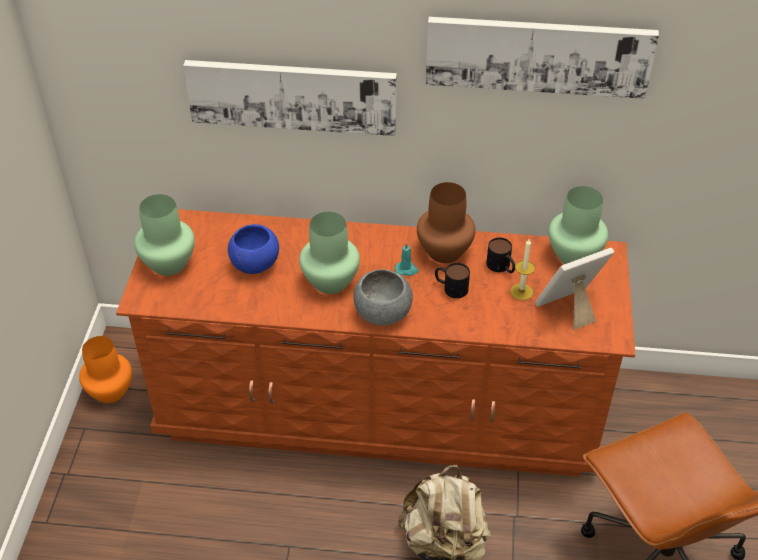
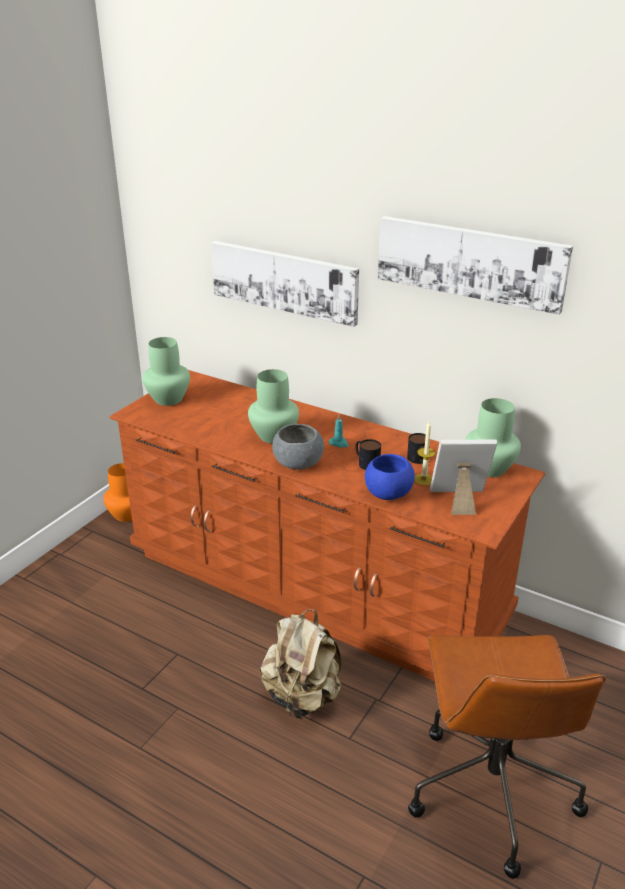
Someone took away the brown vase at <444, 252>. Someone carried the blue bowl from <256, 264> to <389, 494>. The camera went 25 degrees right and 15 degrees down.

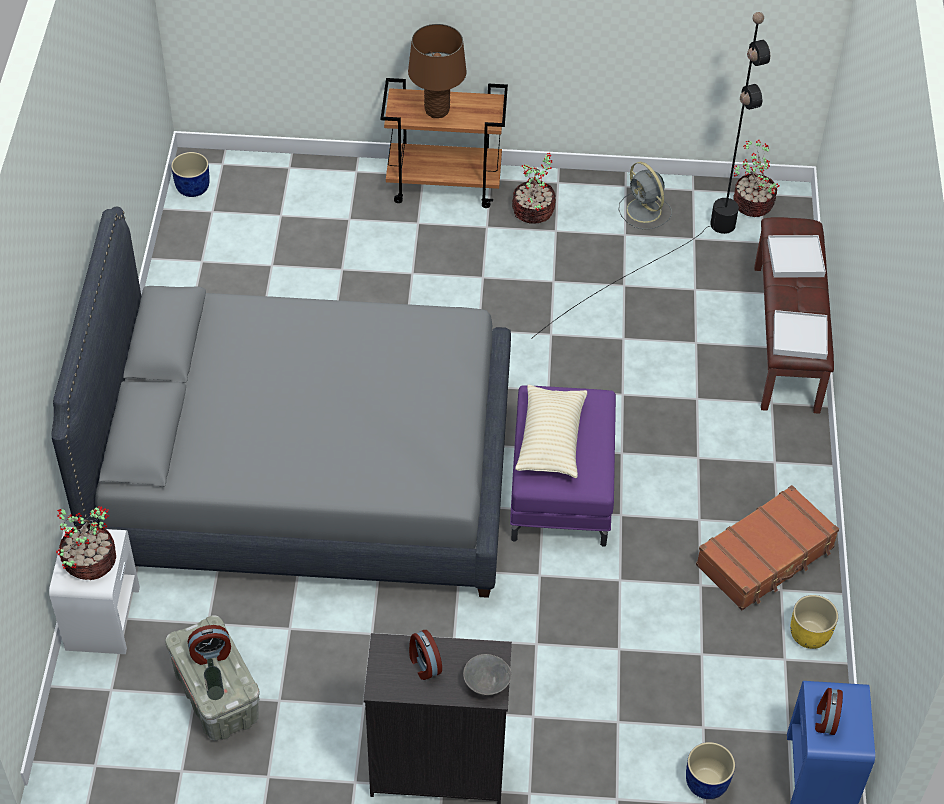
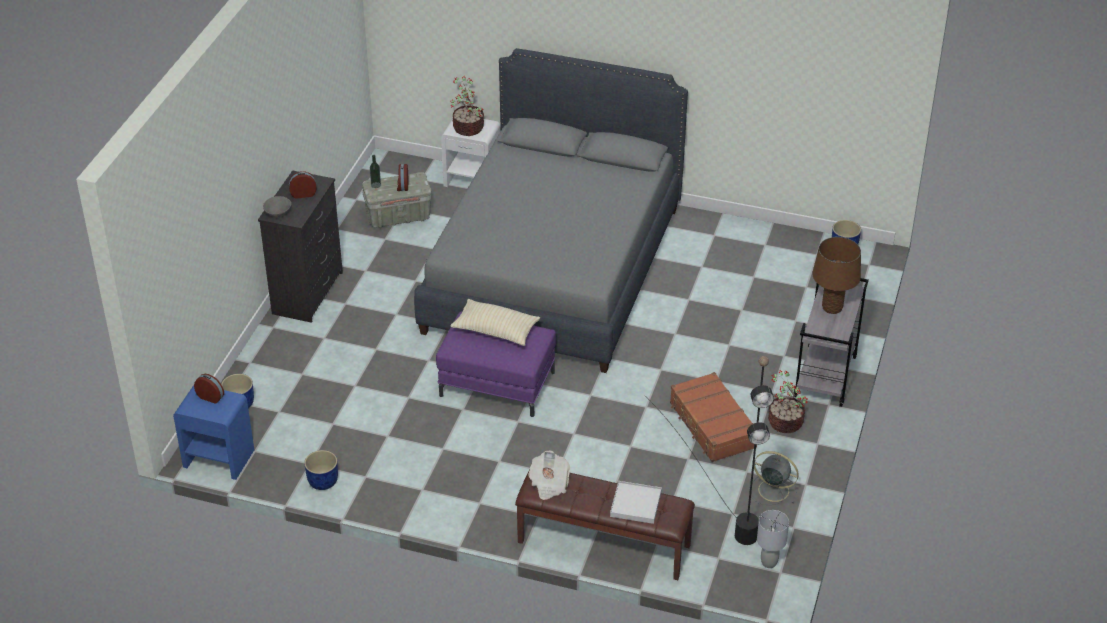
Someone carried the brown suitcase from <766, 557> to <712, 426>. Someone swapped the potted plant at <752, 203> for the grey table lamp at <769, 563>. Someone swapped the white tray at <799, 337> for the newspaper at <549, 484>. Someone repainted the brown cart at <445, 184>, which became the grey cart at <825, 377>. Someone repainted the yellow planter at <809, 634>, which became the blue planter at <323, 481>. Someone rotated the grey fan at <645, 211> by 45 degrees clockwise. The camera went 105 degrees right and 10 degrees down.

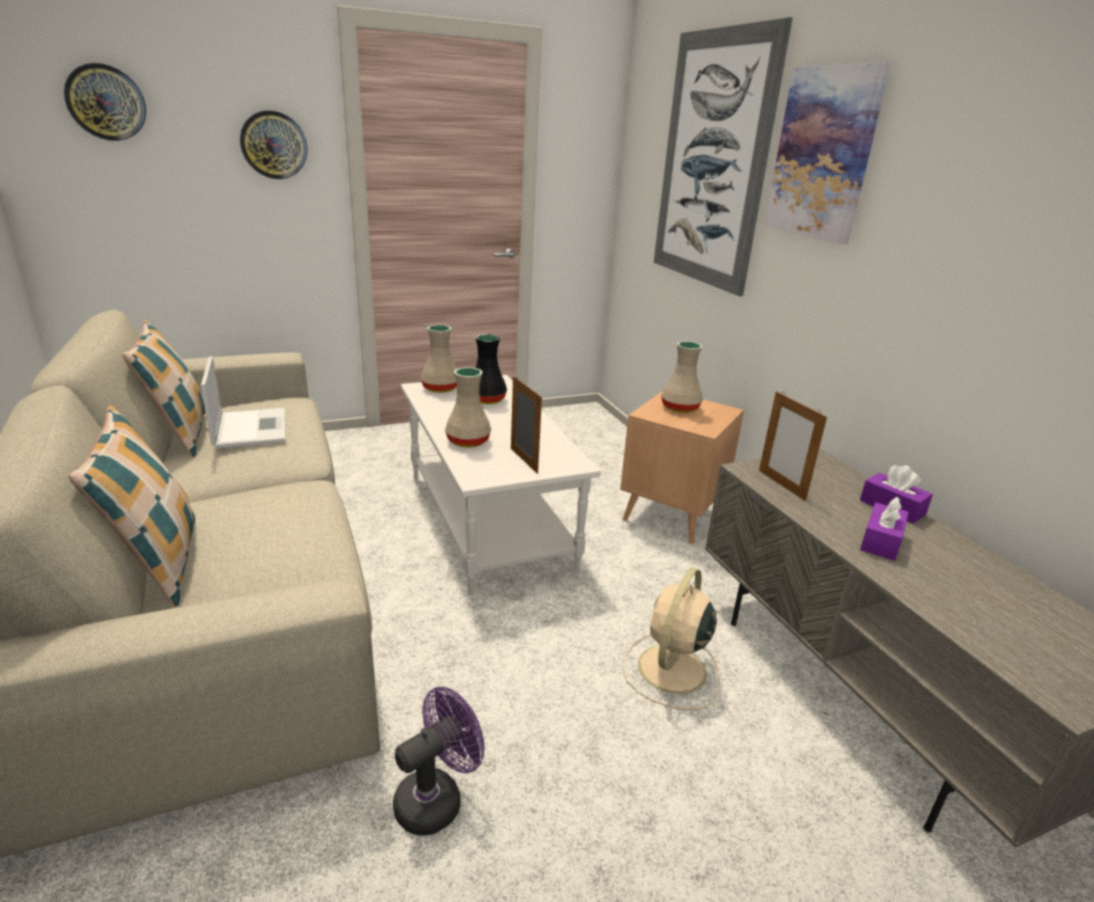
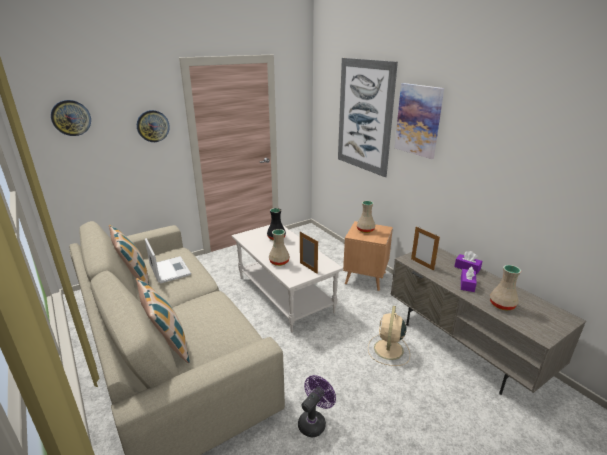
Someone carried the beige vase from <441, 388> to <502, 305>. The camera went 10 degrees left and 0 degrees up.

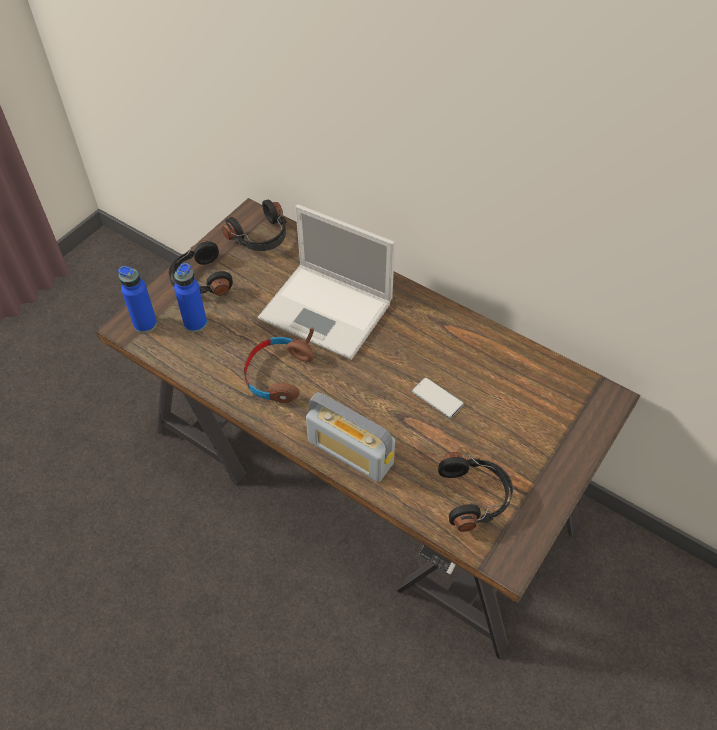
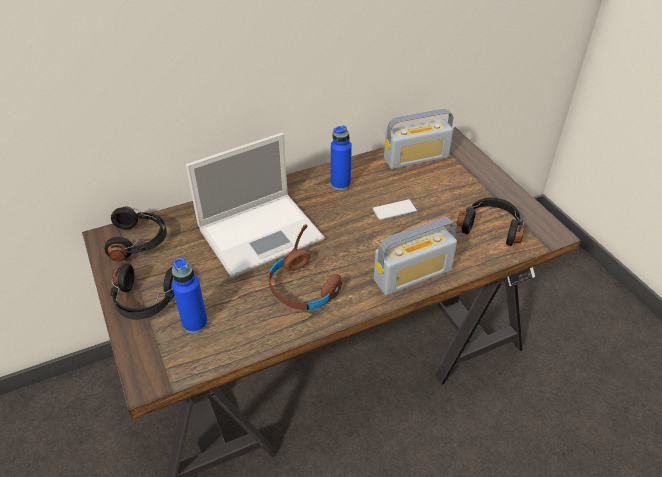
Someone put down the radio at <416, 158>. Someone carried the blue bottle from <145, 324> to <340, 184>. The camera went 60 degrees left and 10 degrees down.

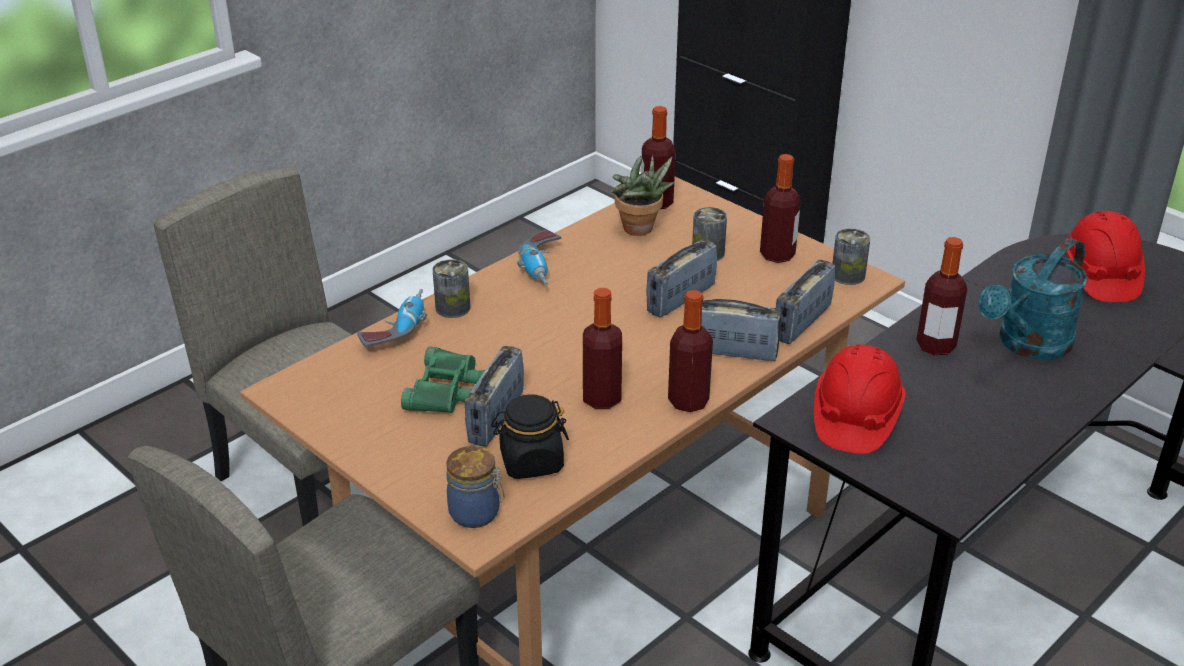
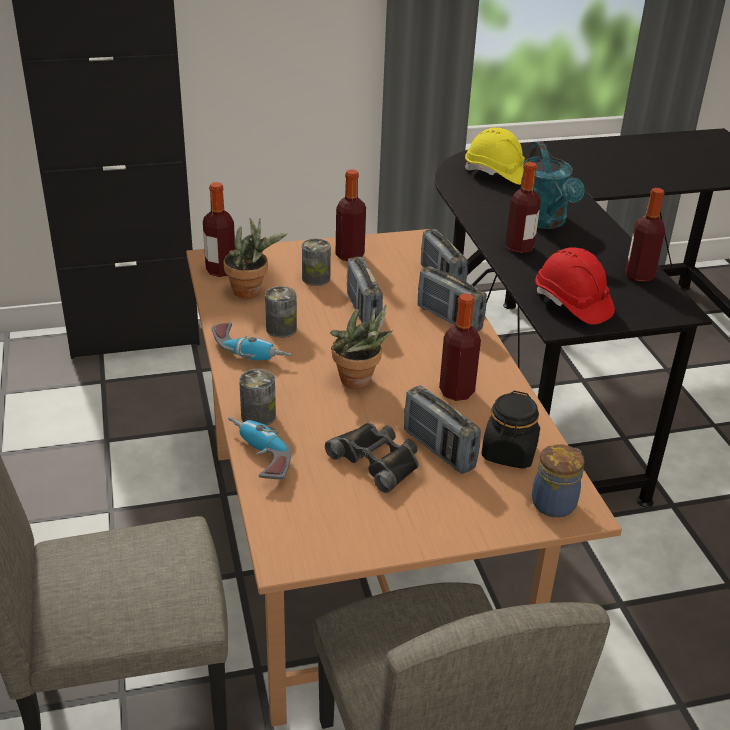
Someone put down the potted plant at <359, 382>. Someone carried the bottle from <688, 401> to <639, 275>. Someone carried the can from <848, 275> to <281, 329>. Someone repainted the green binoculars at <447, 390>, which became the black binoculars at <377, 460>. Someone repainted the red hard hat at <1099, 276>, which became the yellow hard hat at <496, 174>. Someone rotated the radio at <731, 352> by 90 degrees counterclockwise. The camera went 60 degrees left and 0 degrees up.

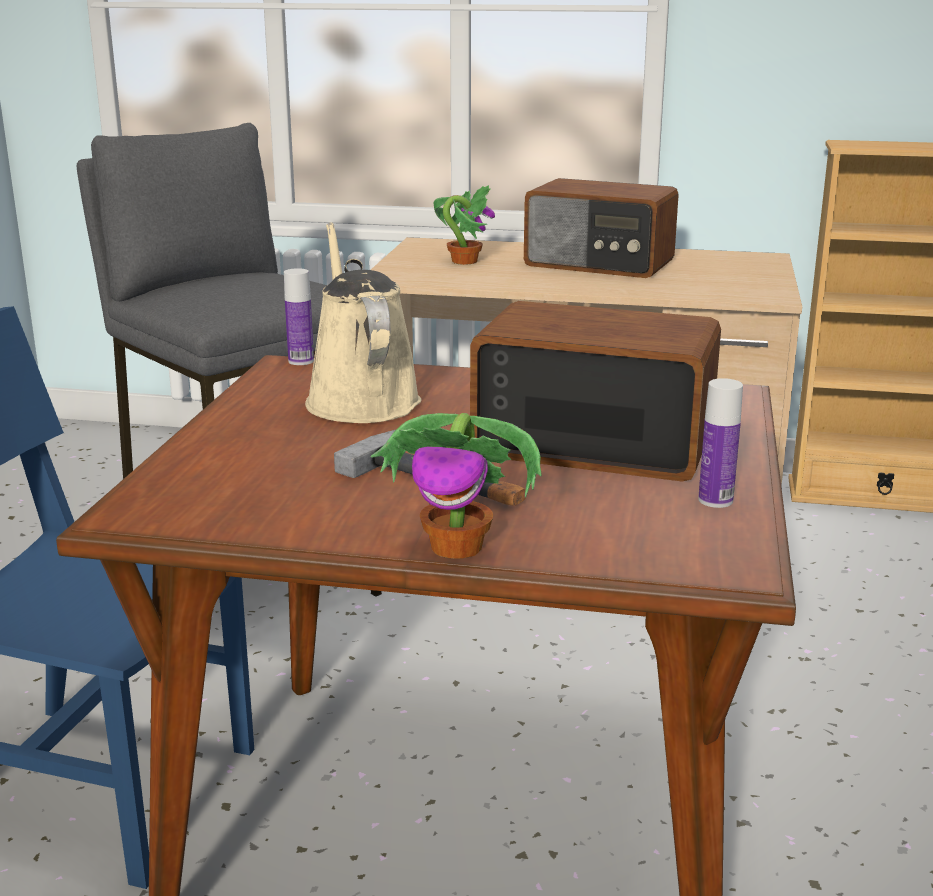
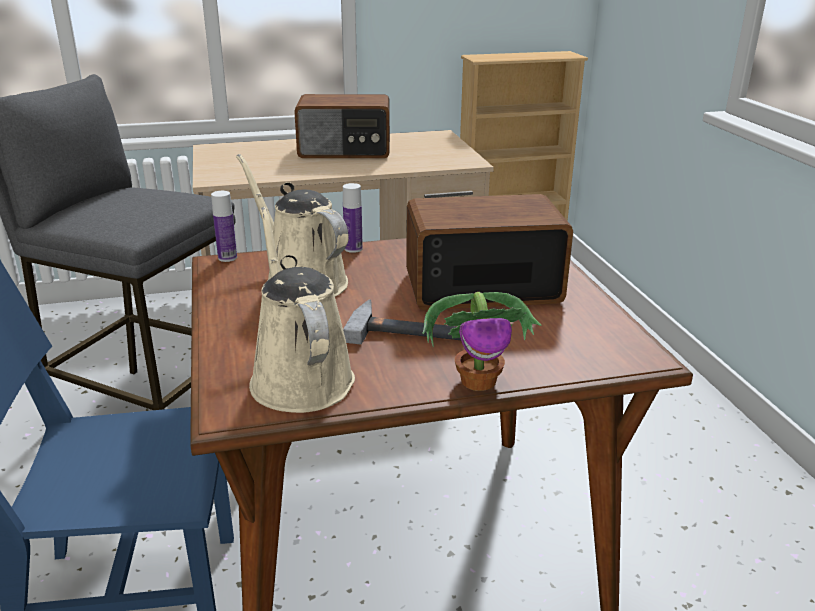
Someone took away the potted plant at <463, 261>. Someone put down the beige watering can at <299, 376>. Someone carried the bottle from <715, 500> to <353, 249>. The camera went 25 degrees left and 5 degrees up.

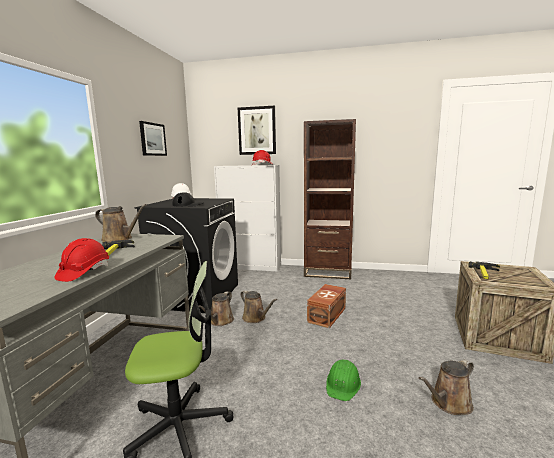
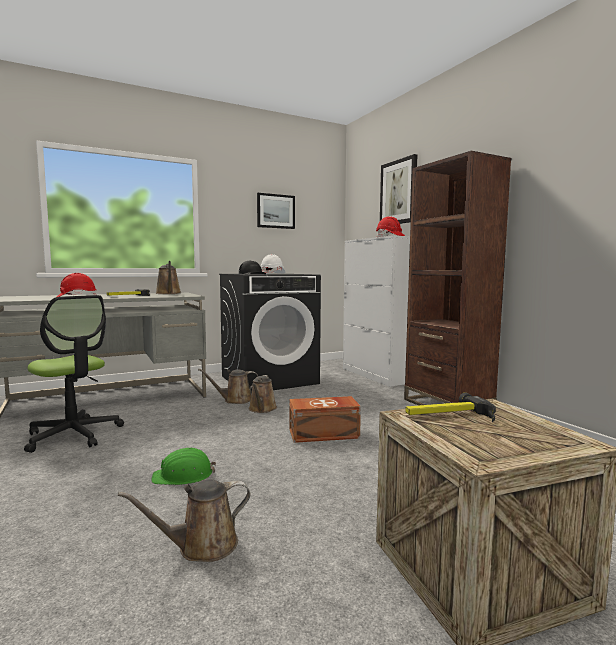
Someone rotated the brown watering can at <448, 403> by 45 degrees counterclockwise. The camera went 50 degrees right and 5 degrees down.

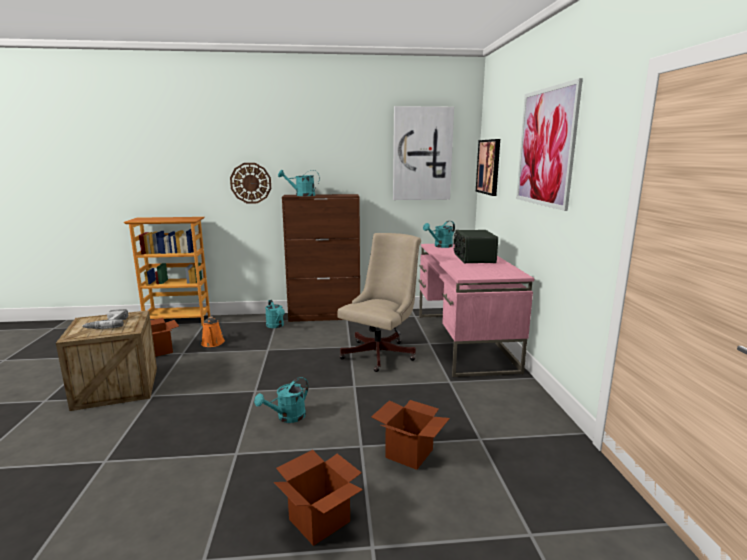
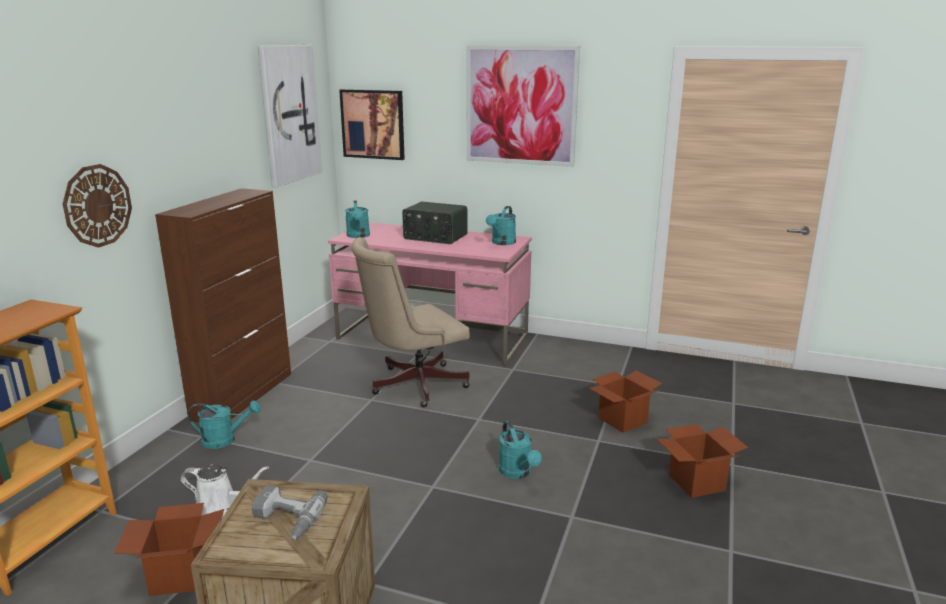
Someone carried the turquoise watering can from <301, 195> to <502, 243>. Someone repainted the orange watering can at <213, 343>, which became the white watering can at <221, 508>. Someone rotated the beige office chair at <381, 353> by 90 degrees counterclockwise. The camera went 65 degrees left and 5 degrees up.

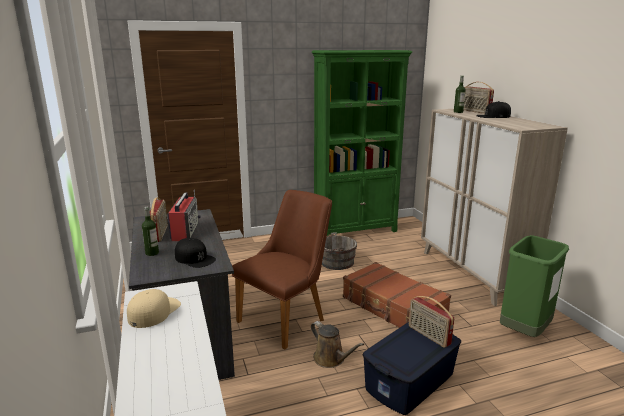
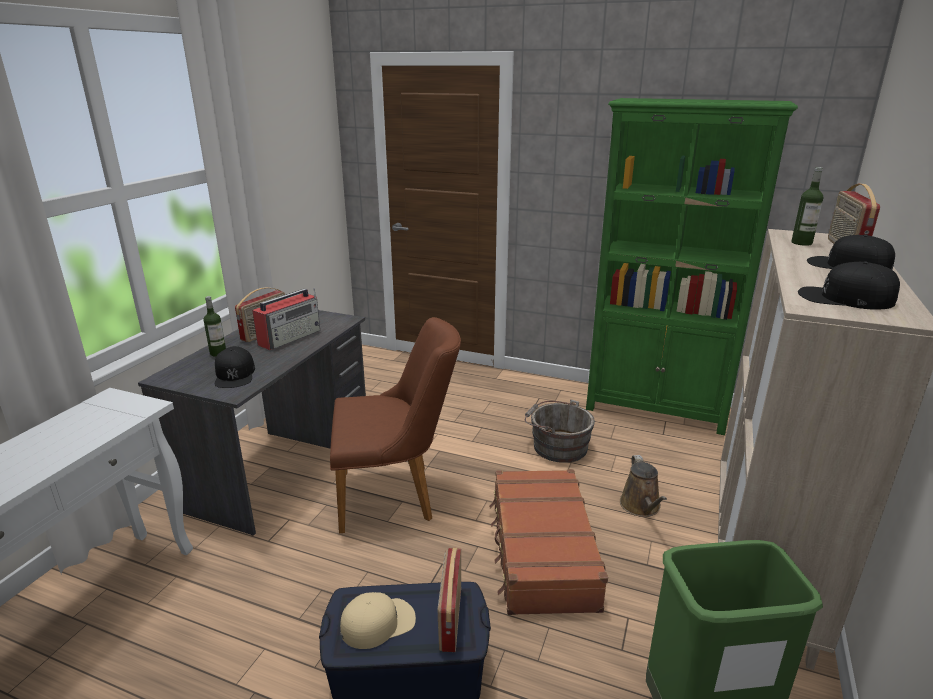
Someone put down the black cap at <845, 298>. Someone carried the beige cap from <154, 311> to <378, 623>. Someone carried the brown watering can from <331, 359> to <641, 507>. The camera went 40 degrees right and 5 degrees up.

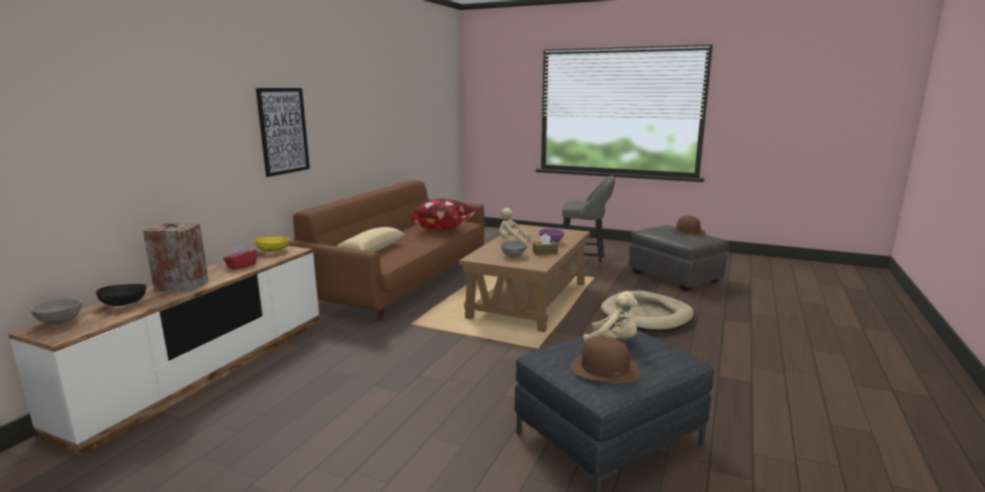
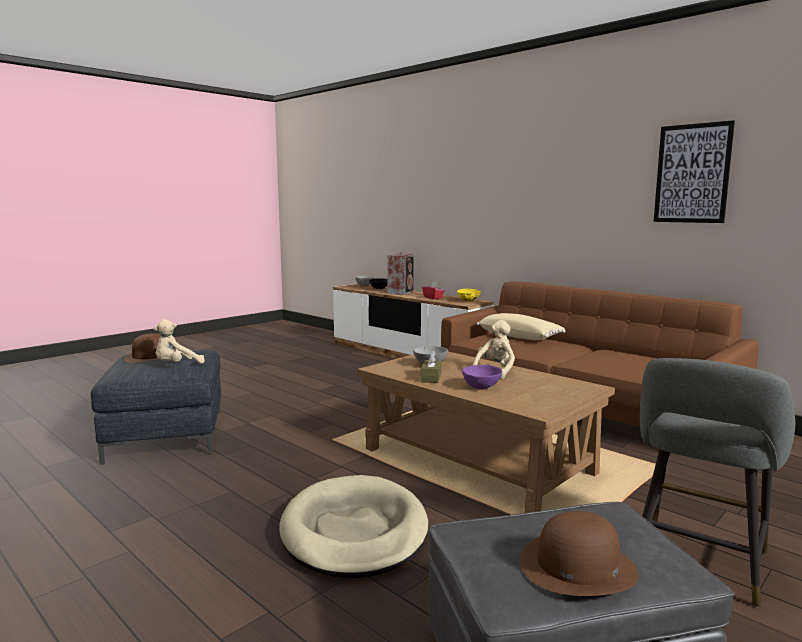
Someone took away the pillow at <443, 228>. Someone carried the picture from <283, 131> to <692, 173>. The camera went 110 degrees right and 5 degrees down.

